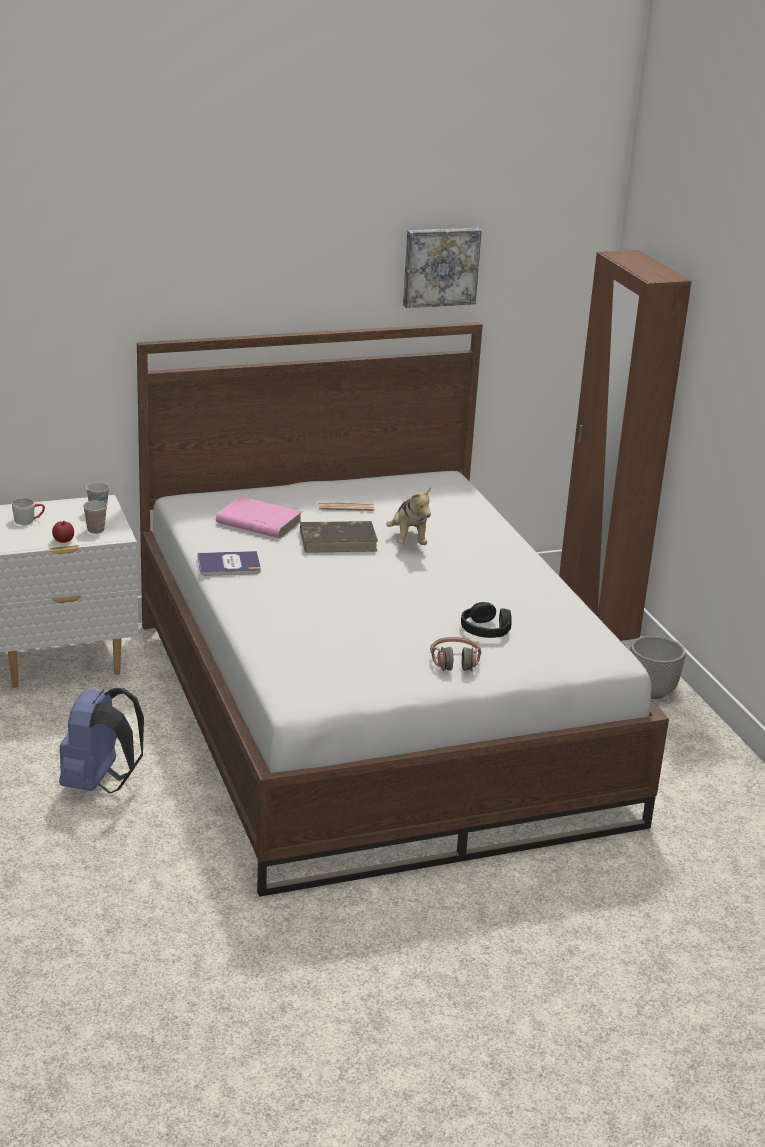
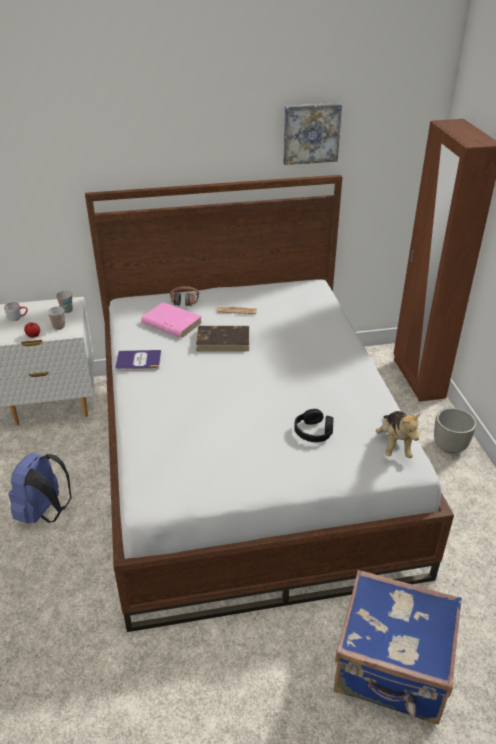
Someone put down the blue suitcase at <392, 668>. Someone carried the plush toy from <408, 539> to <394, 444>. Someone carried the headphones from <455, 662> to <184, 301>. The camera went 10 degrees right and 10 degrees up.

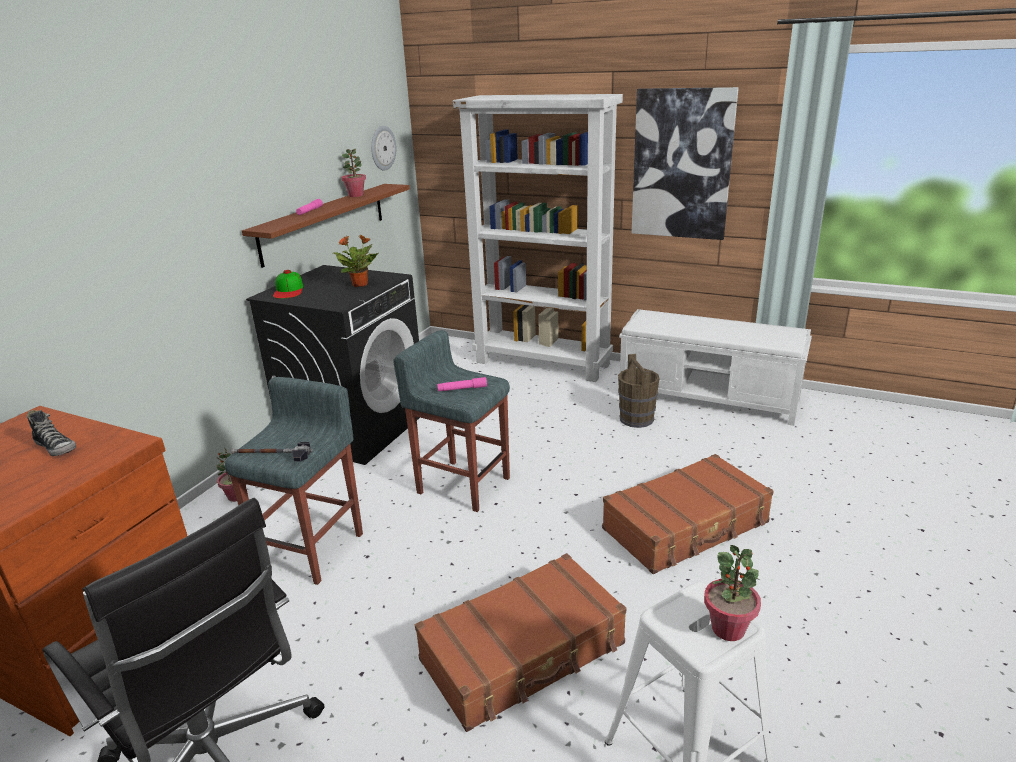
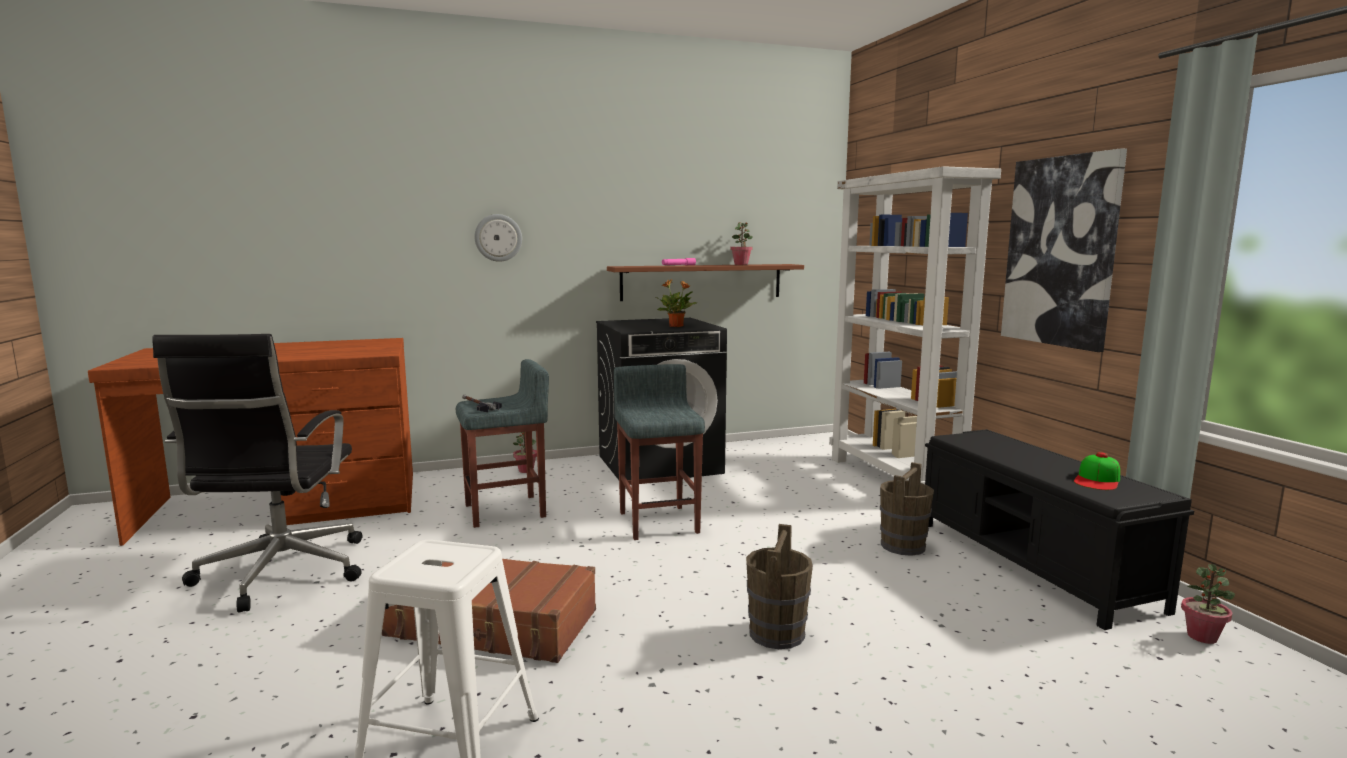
Someone took away the shoe at <56, 447>. Someone took away the pink flashlight at <462, 389>. Someone carried the cap from <289, 290> to <1097, 480>. Someone carried the wall clock from <382, 148> to <498, 238>. Someone carried the potted plant from <728, 629> to <1202, 637>. Someone swapped the brown suitcase at <686, 526> for the brown bucket at <777, 633>. Someone repainted the white bench at <709, 398>, which became the black bench at <1033, 564>. The camera went 45 degrees right and 15 degrees down.

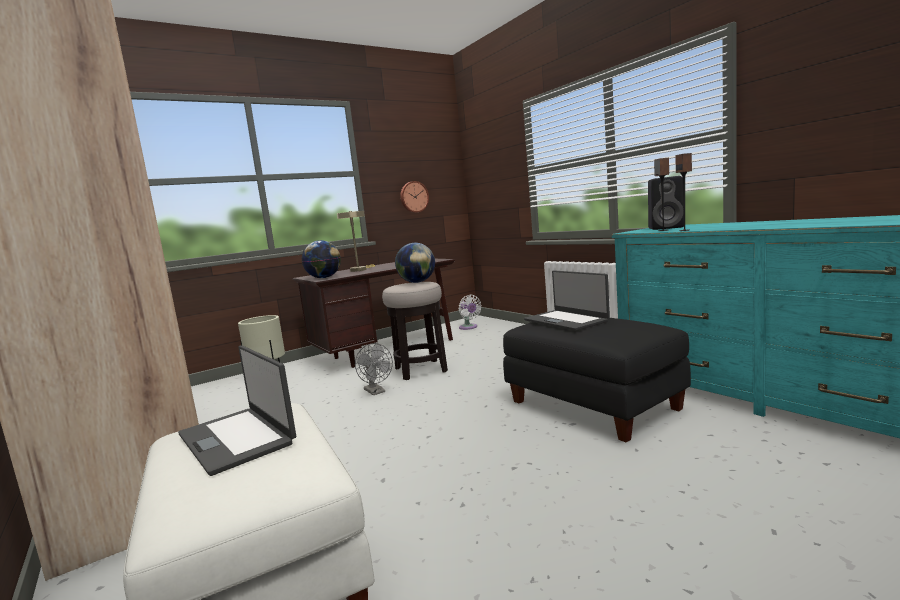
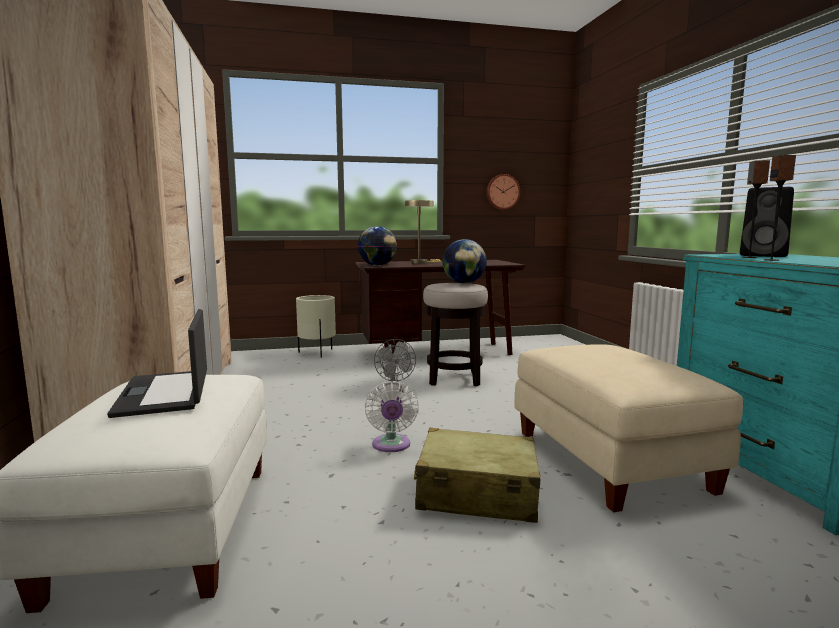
Someone took away the laptop at <566, 320>. Someone put down the beige suitcase at <476, 493>. Someone carried the white fan from <469, 327> to <391, 446>. Someone repainted the black ottoman at <594, 405>, which became the beige ottoman at <611, 460>. The camera went 20 degrees right and 0 degrees up.

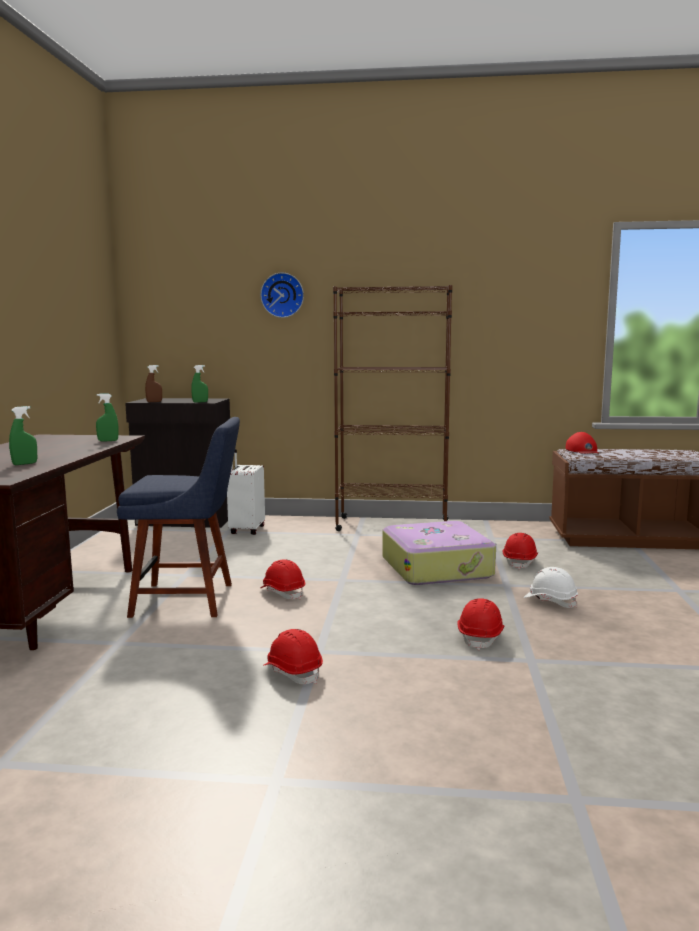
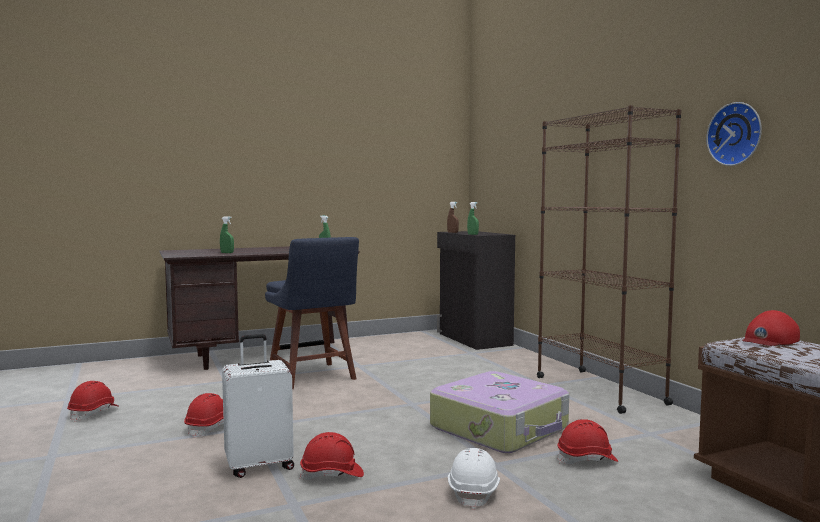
Someone carried the white suitcase from <246, 530> to <259, 466>. Someone carried the wall clock from <282, 295> to <736, 134>. Someone carried the red hard hat from <283, 592> to <94, 413>. The camera went 60 degrees right and 5 degrees down.

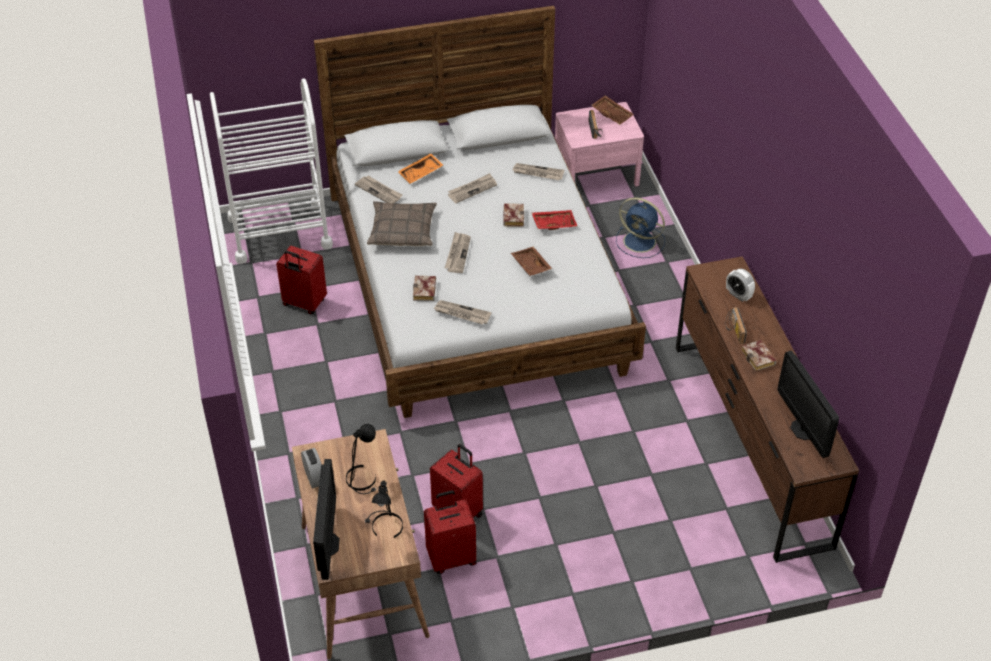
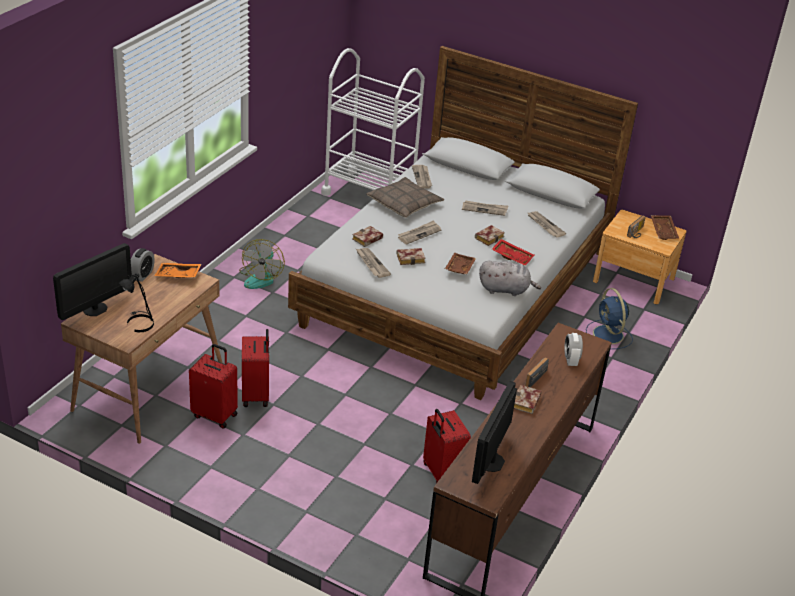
Someone took away the black table lamp at <362, 479>. Someone put down the fan at <261, 277>. Someone put down the book at <411, 258>. Someone put down the grey plush toy at <506, 290>. Someone carried the red suitcase from <304, 303> to <441, 473>. Someone carried the orange tray from <421, 173> to <178, 275>. Someone repainted the pink nightstand at <596, 173>, which became the brown nightstand at <633, 280>. The camera went 40 degrees right and 10 degrees down.

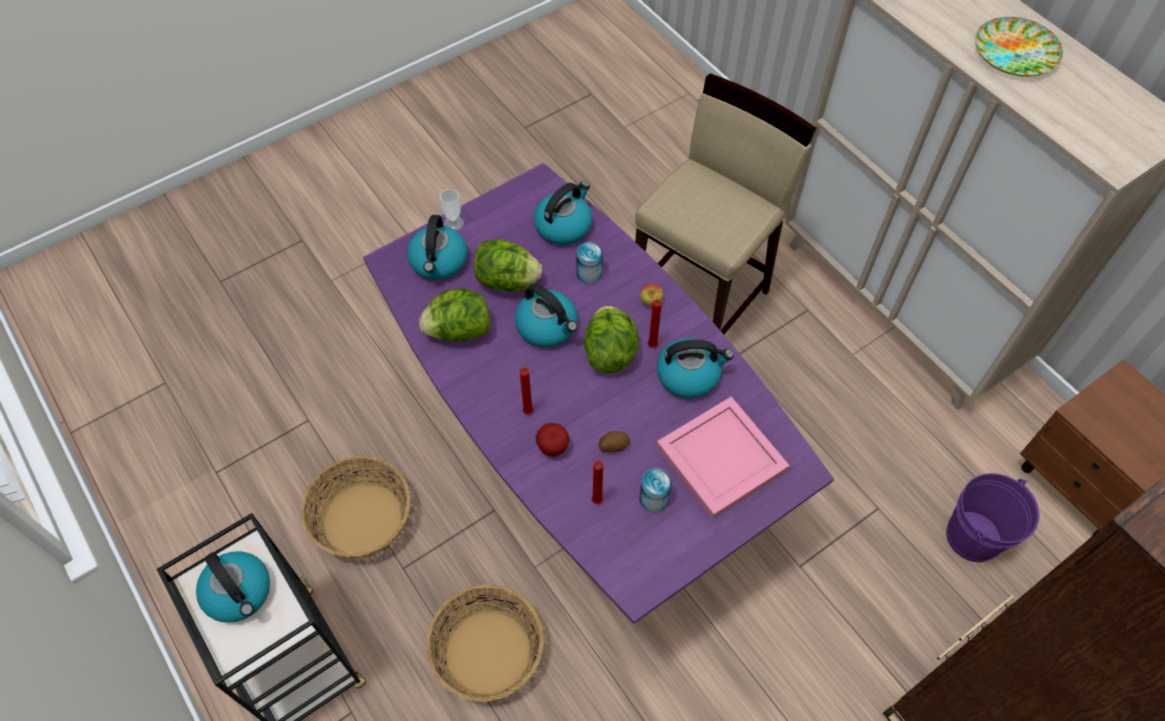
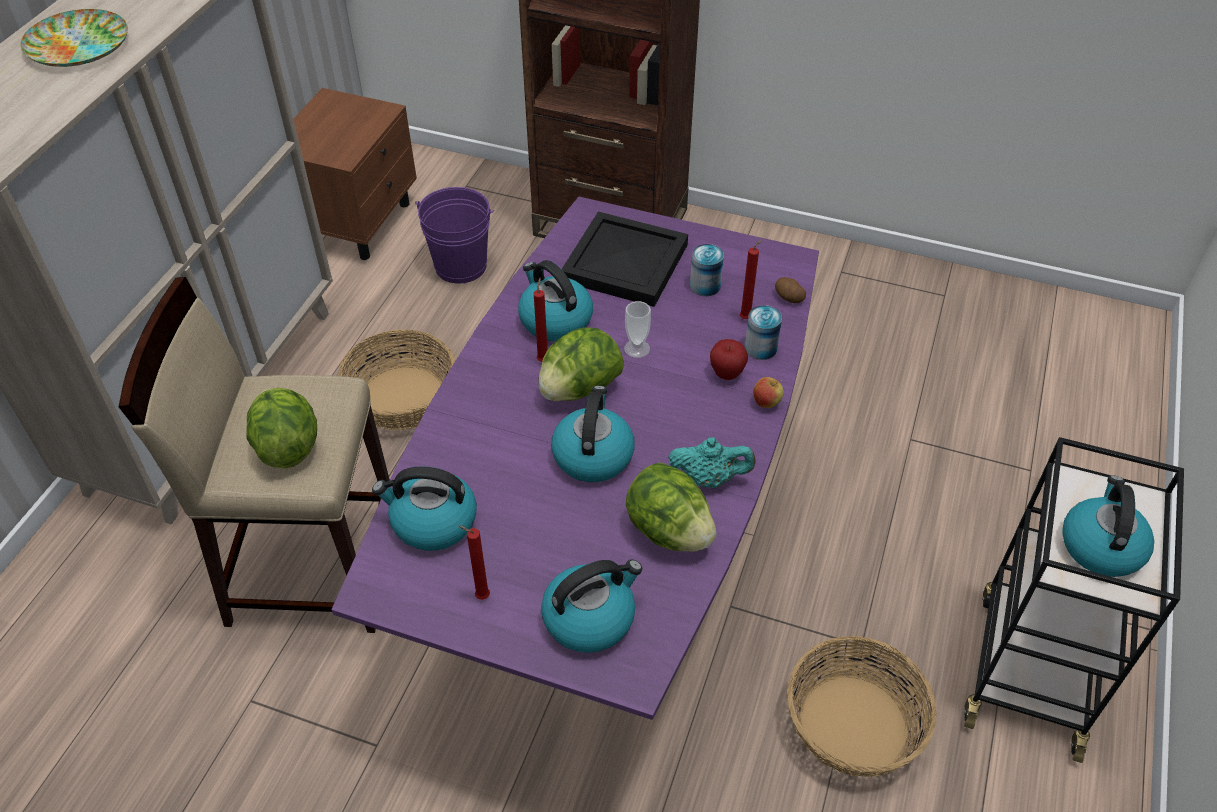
Someone put down the turquoise teapot at <709, 478>. Someone carried the basket from <487, 653> to <403, 398>. Someone carried the cup from <454, 223> to <637, 348>. Someone carried the lettuce from <507, 281> to <287, 445>. Someone carried the red candle from <529, 410> to <480, 596>. Someone carried the can from <589, 273> to <760, 348>. Someone carried the potato from <613, 445> to <788, 297>. Someone carried the apple from <650, 302> to <766, 403>. Someone repainted the pink tray at <721, 461>, which became the black tray at <627, 262>. The camera went 125 degrees left and 10 degrees down.

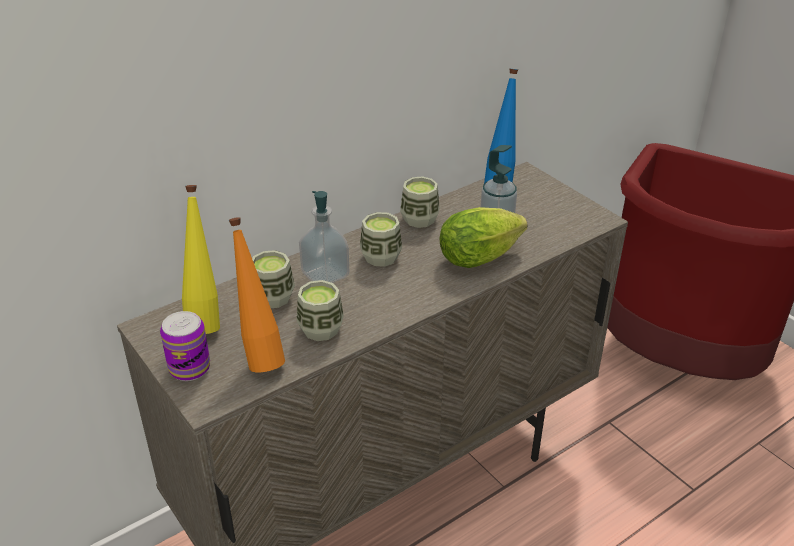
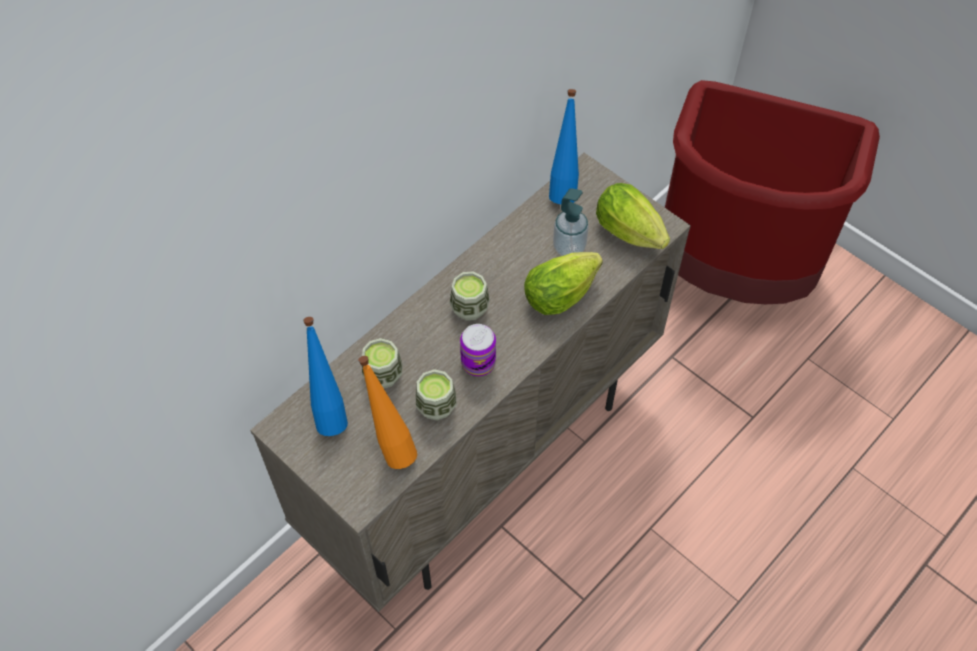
Someone took away the soap dispenser at <325, 275>. Someone took away the cup at <419, 219>. Someone put down the lettuce at <632, 235>. Someone carried the can from <189, 368> to <478, 363>. Someone repainted the yellow bottle at <205, 320>, which became the blue bottle at <329, 412>. The camera went 10 degrees left and 20 degrees up.

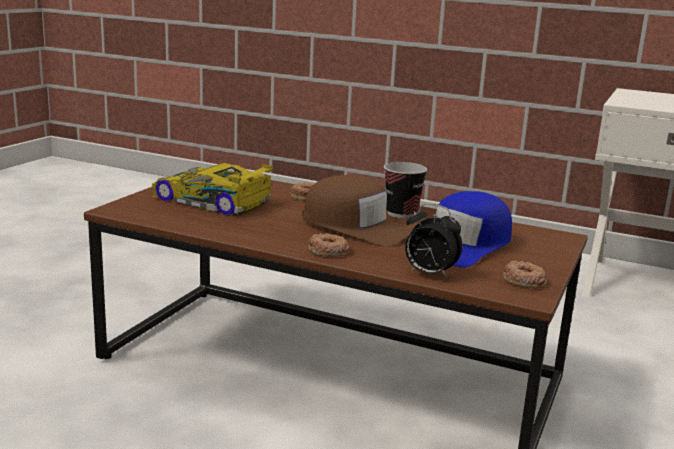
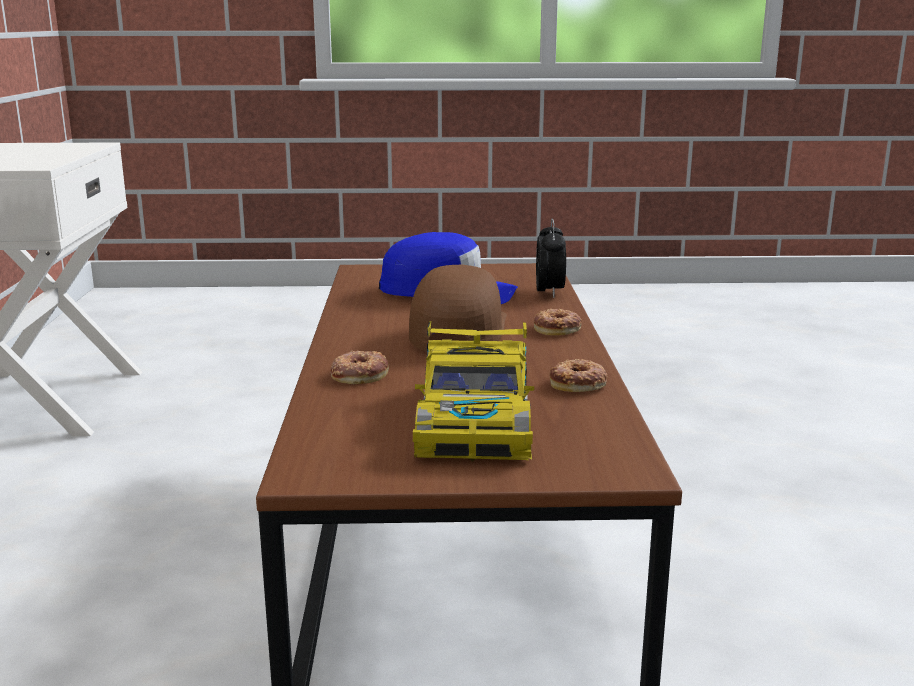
Someone took away the cup at <401, 213>. Someone carried the donut from <523, 280> to <578, 383>. The camera went 115 degrees left and 0 degrees up.

